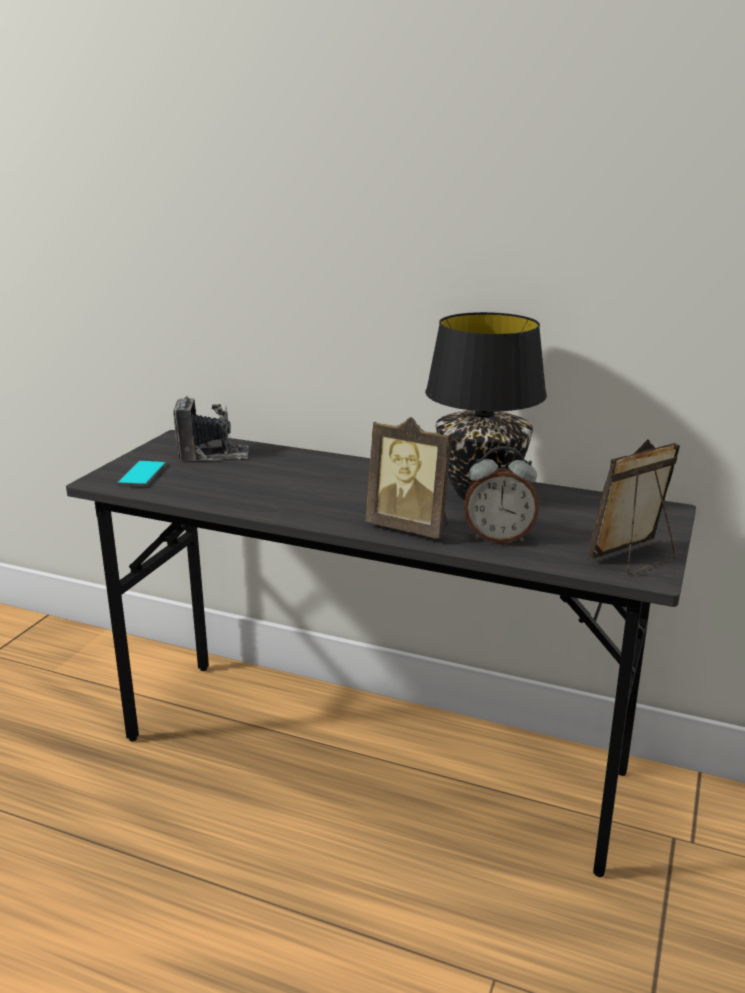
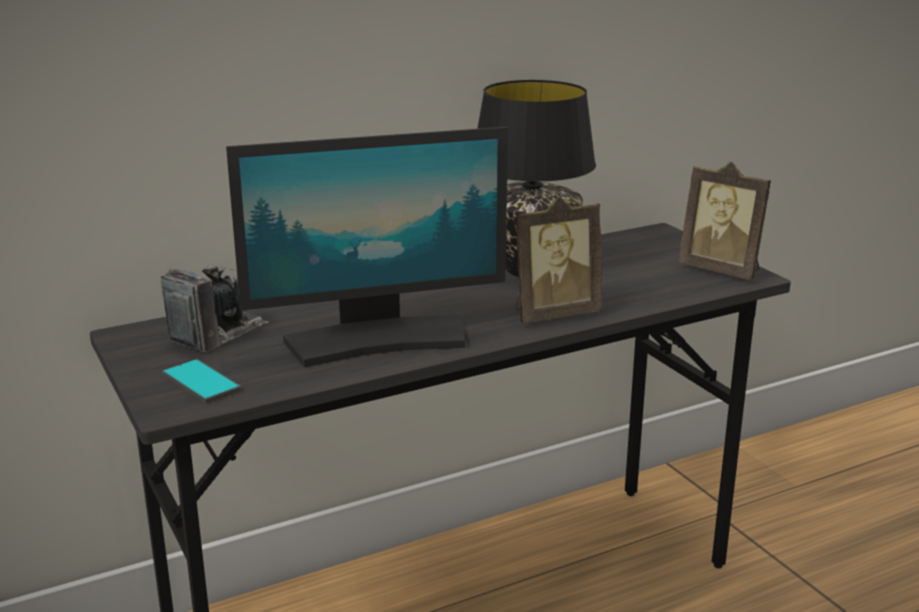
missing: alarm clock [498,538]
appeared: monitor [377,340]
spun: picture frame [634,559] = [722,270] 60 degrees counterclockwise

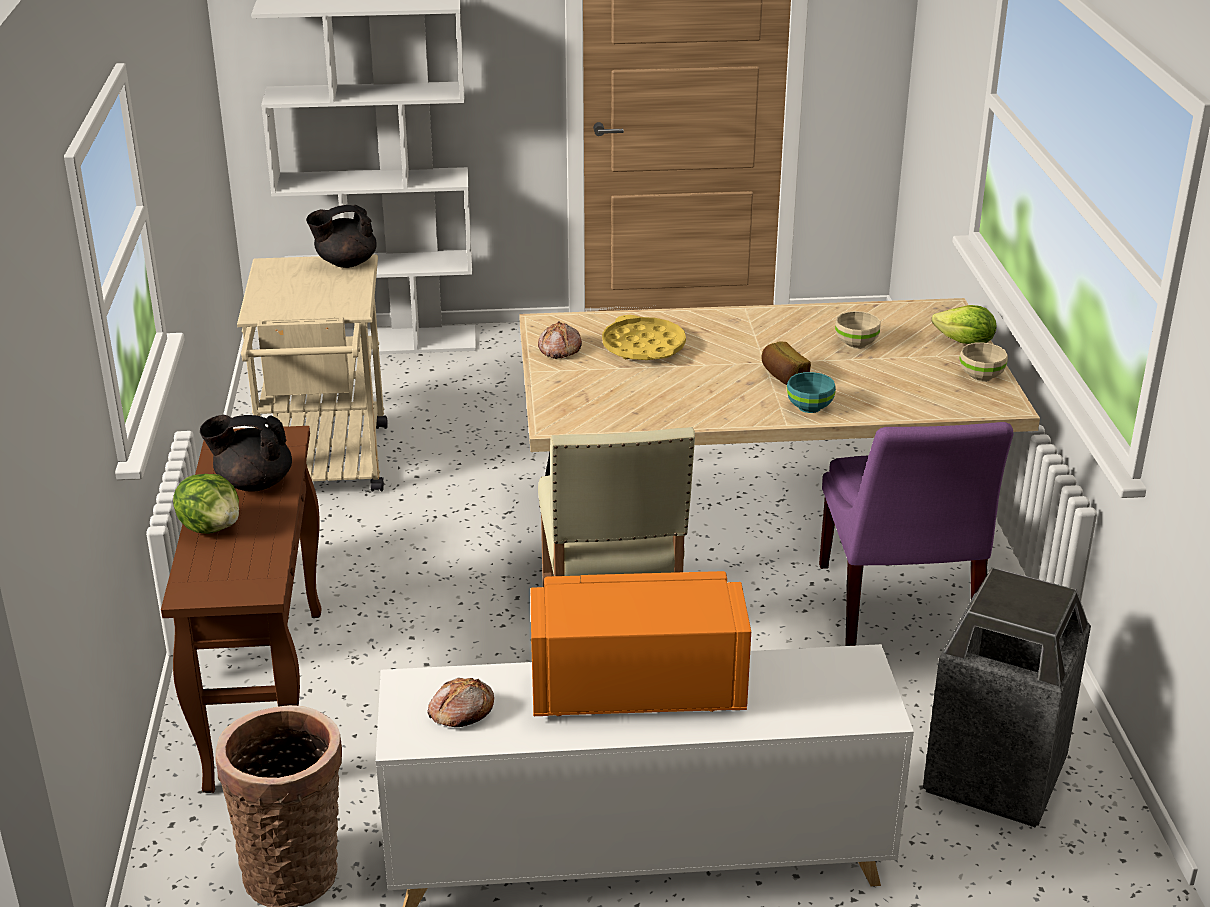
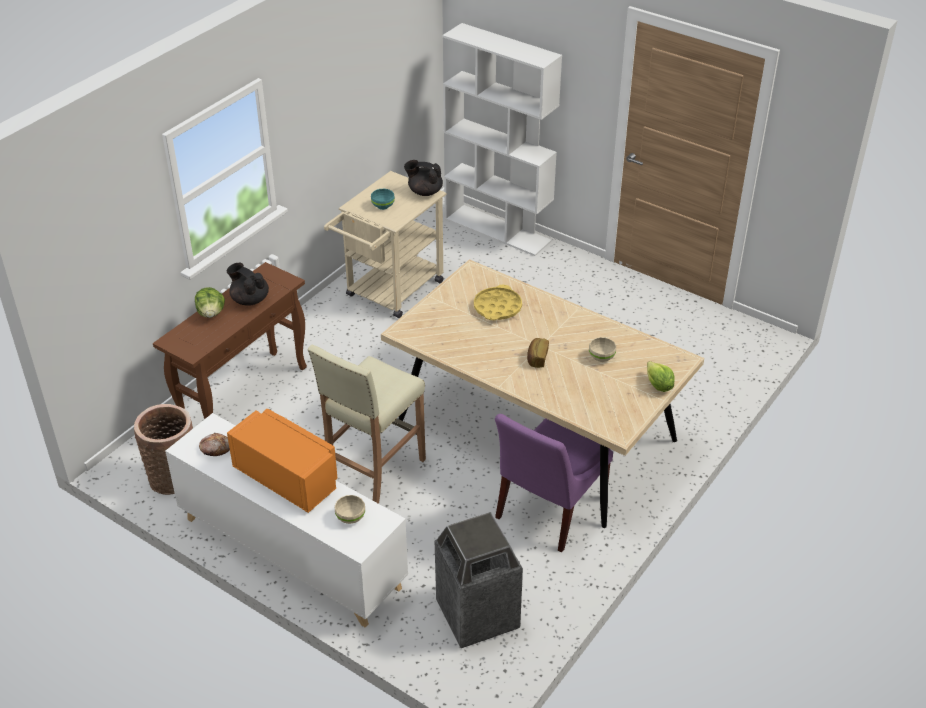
missing: bread [559,349]
relocated: bowl/turquoise [809,407] to [383,206]; bowl/beige [981,376] to [351,517]

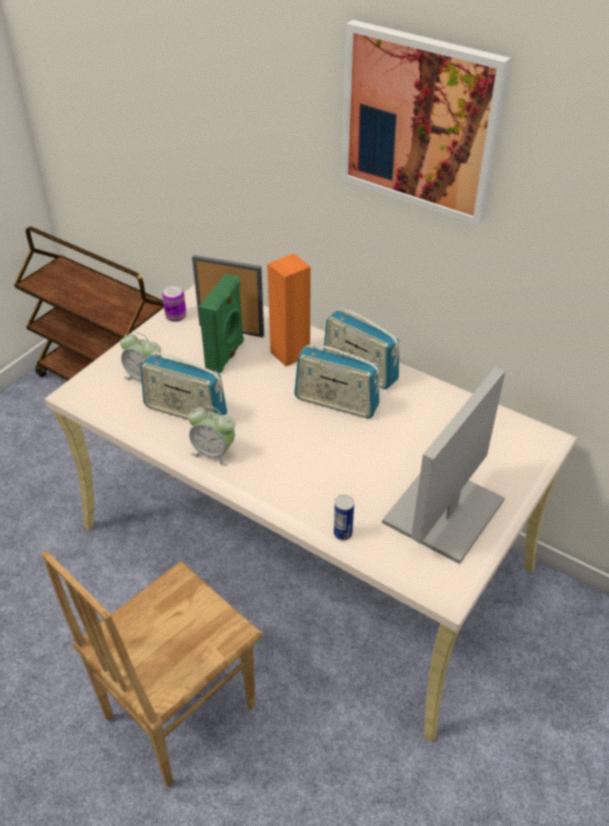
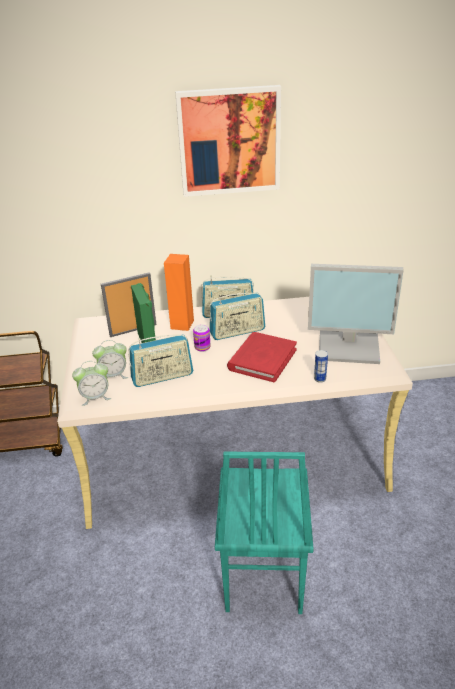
appeared: book/red [262,359]
relocated: can [176,316] to [202,347]; alarm clock [214,452] to [95,397]
colour: chair/brown [178,712] to chair/turquoise [261,575]
spun: monitor [444,514] = [350,346] 75 degrees counterclockwise

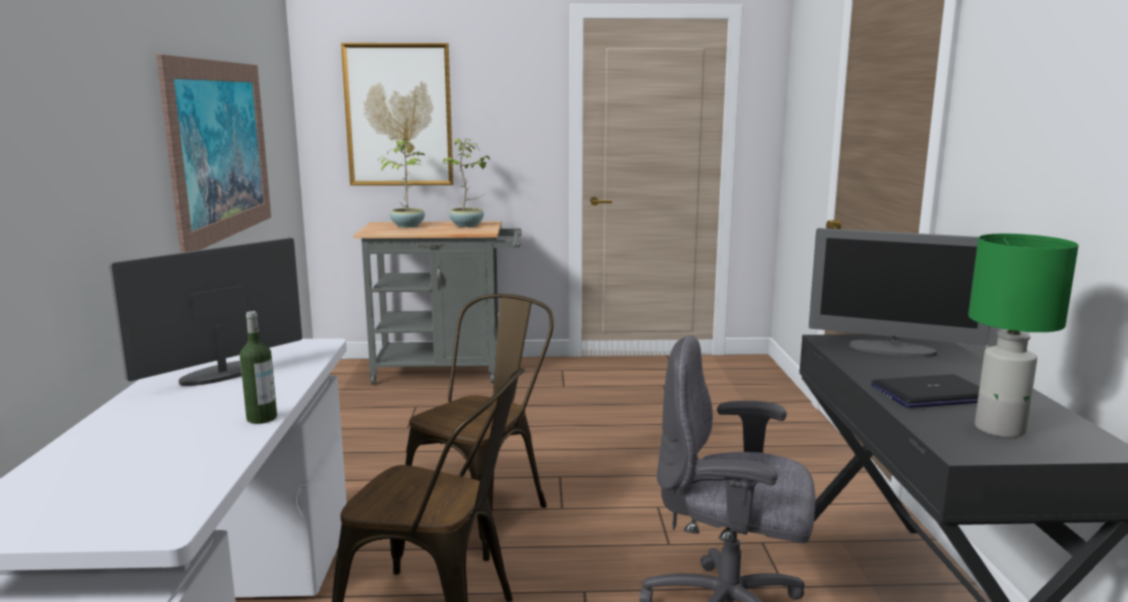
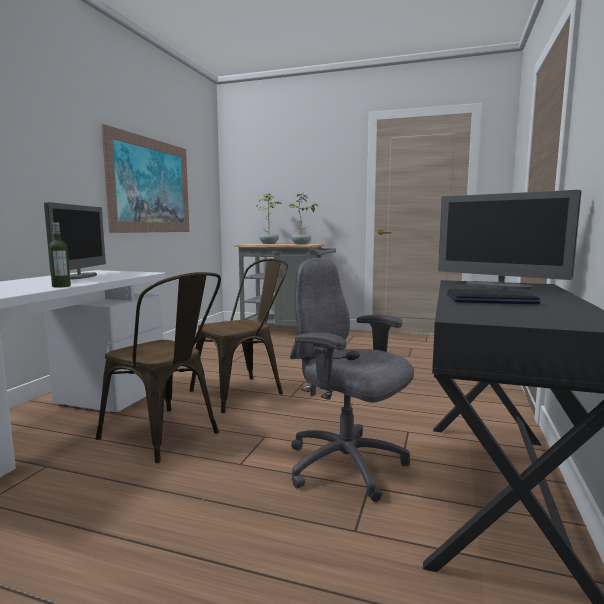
missing: picture [399,115]; table lamp/green [1000,429]
spun: monitor [223,374] = [81,276] 120 degrees clockwise

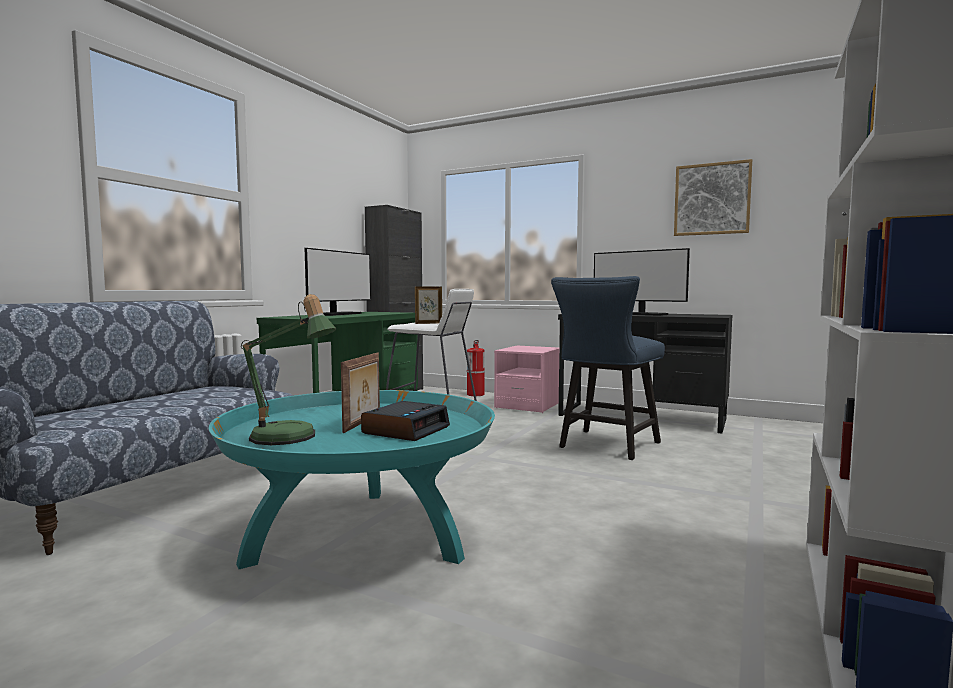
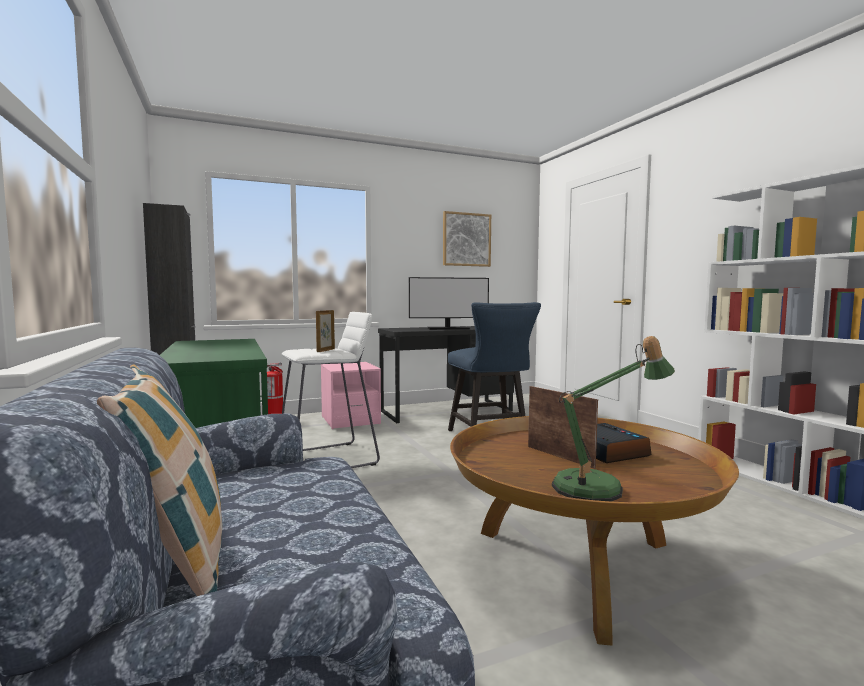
missing: monitor [337,314]
appeared: pillow [174,562]
colour: coffee table/turquoise [361,535] to coffee table/brown [579,565]

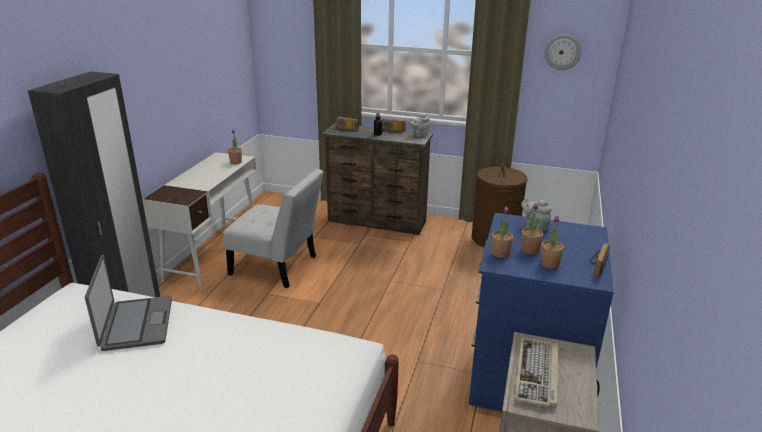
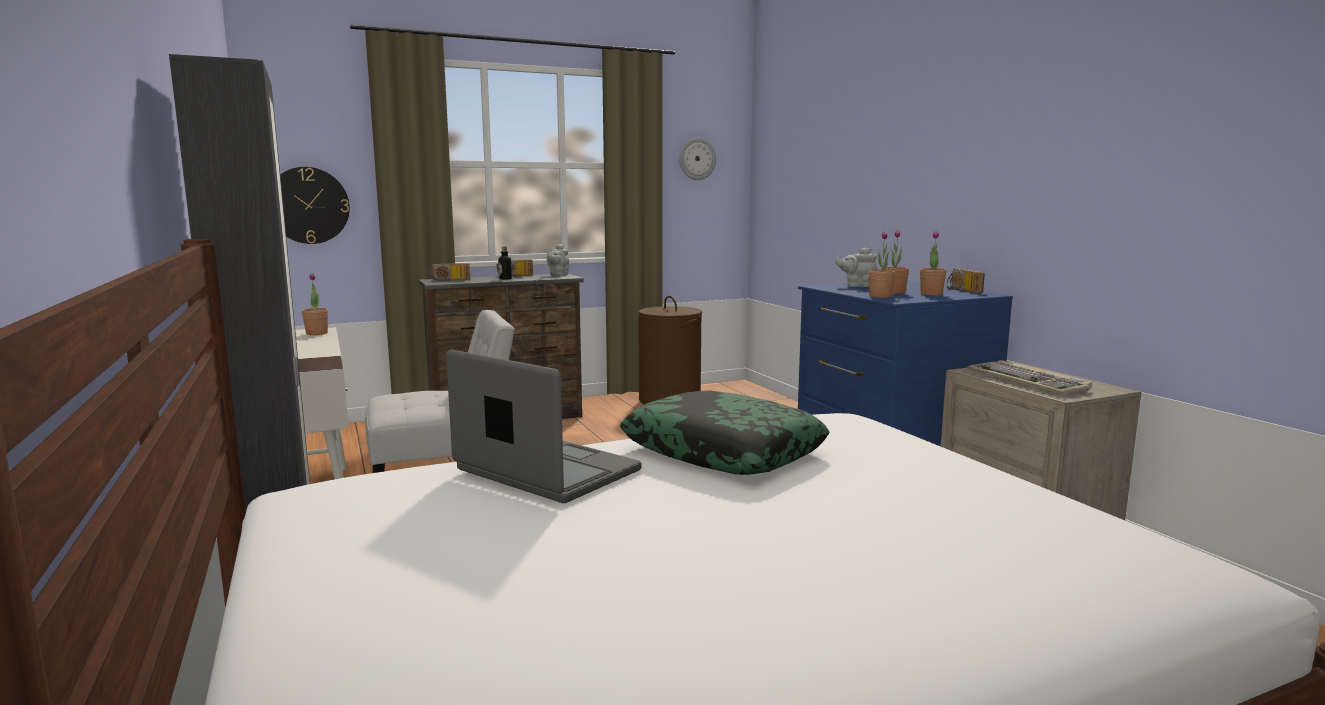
appeared: wall clock [308,205]; pillow [721,451]

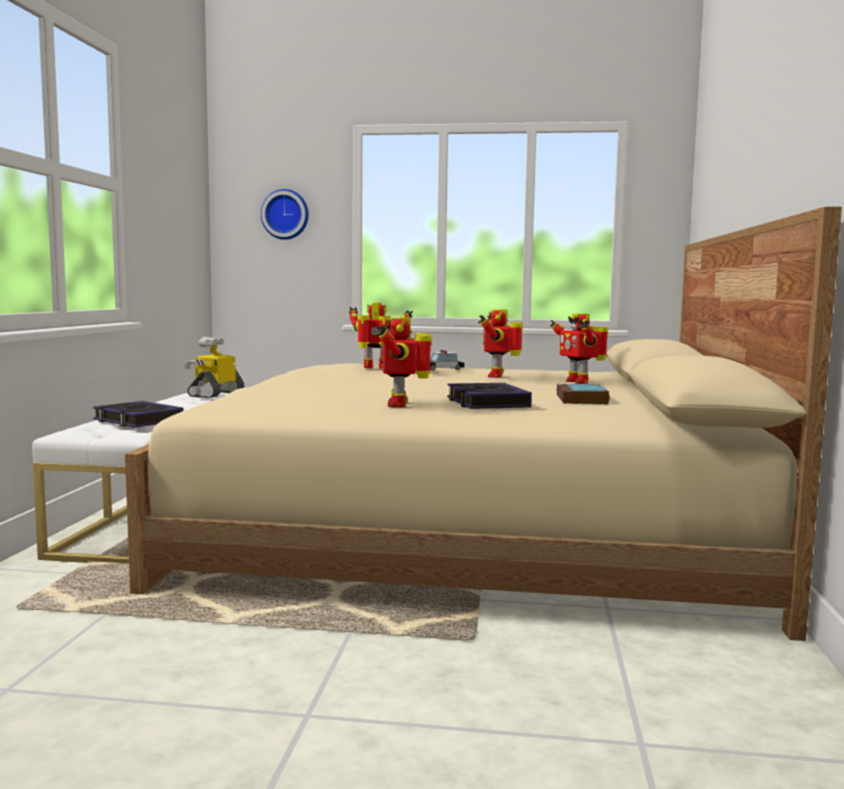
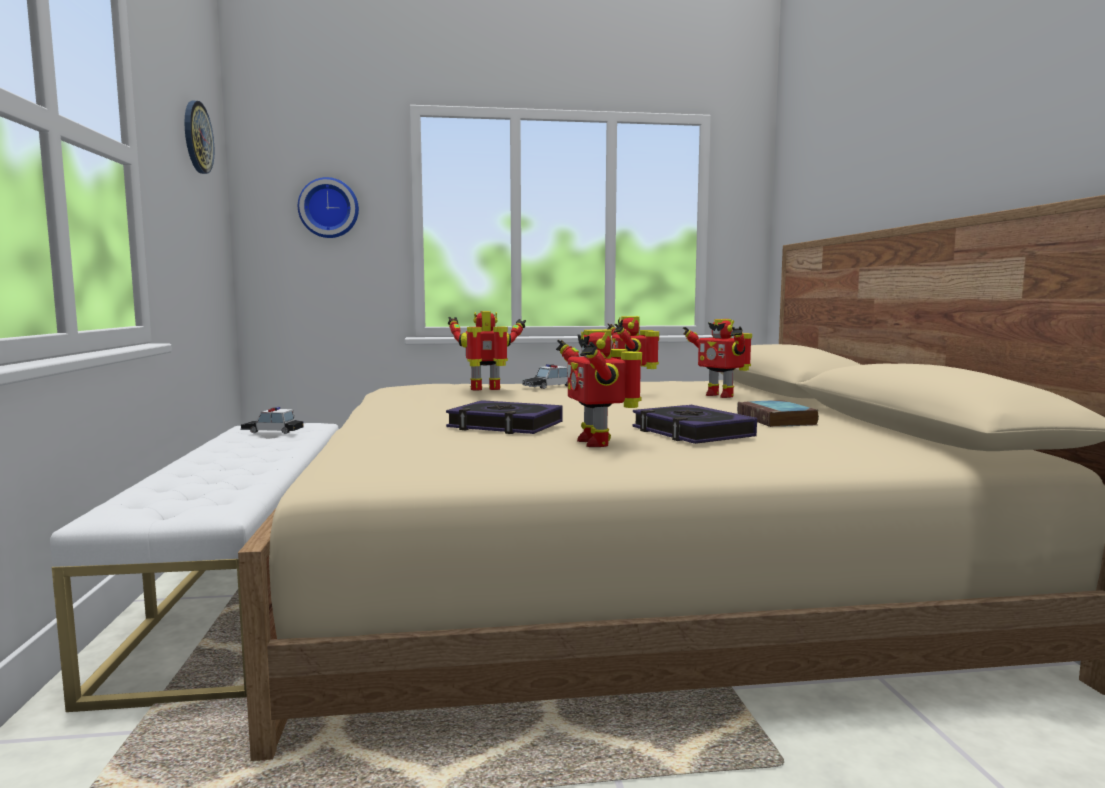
appeared: wall clock [197,137]
relocated: book [138,420] to [505,425]
exchanged: toy robot [215,394] to toy car [272,431]

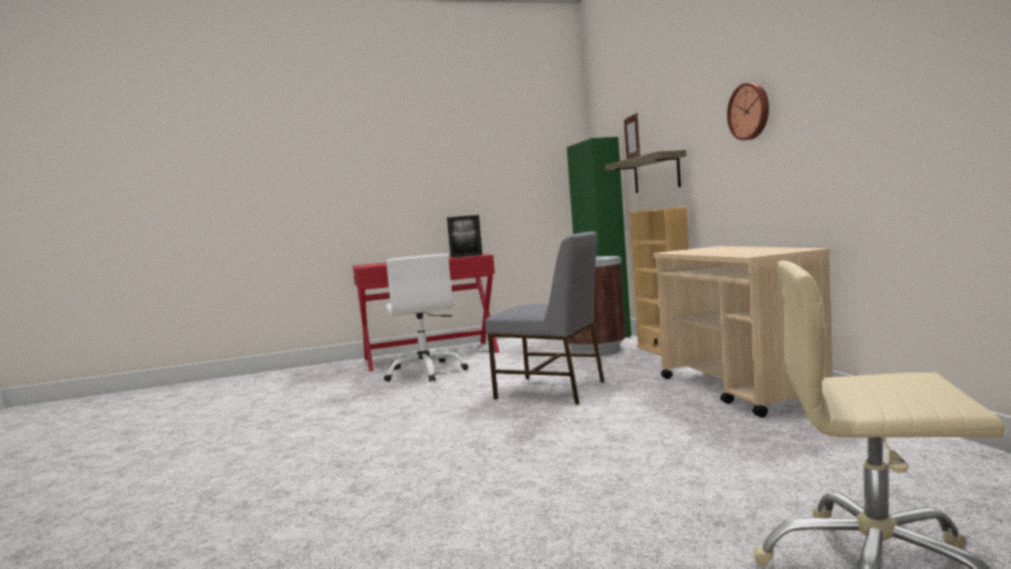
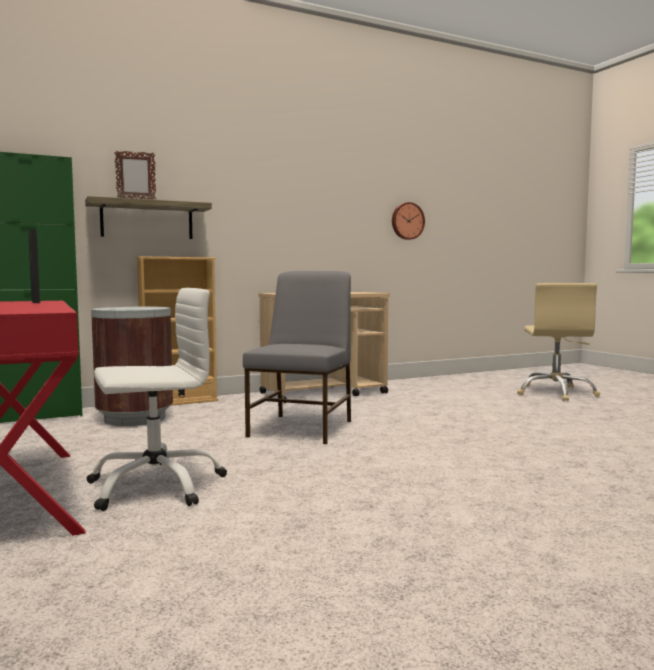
relocated: wall clock [750,111] to [407,221]

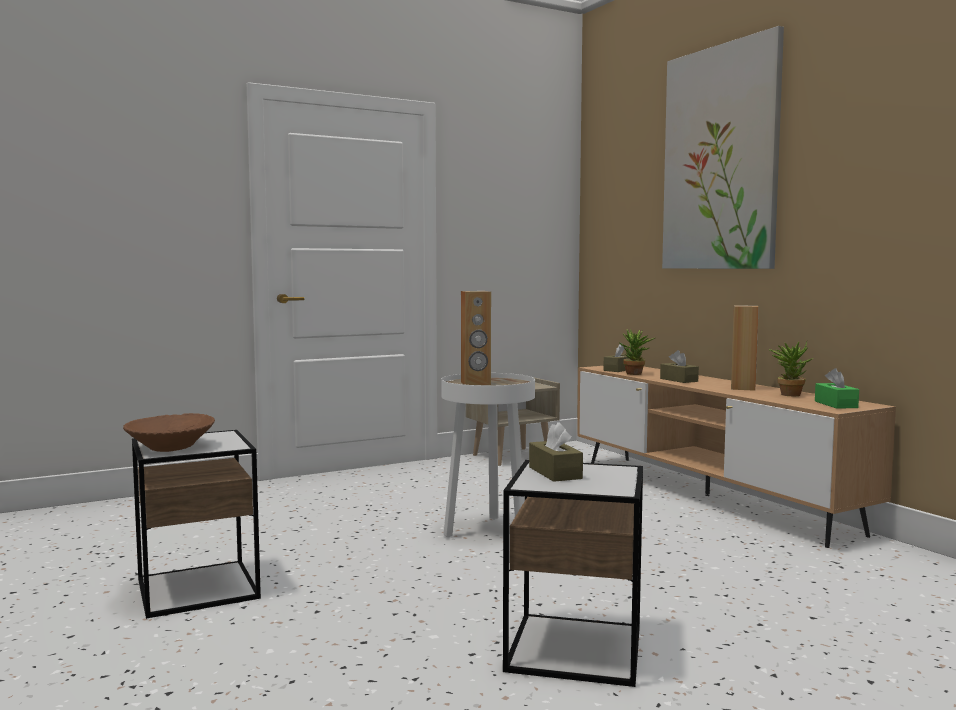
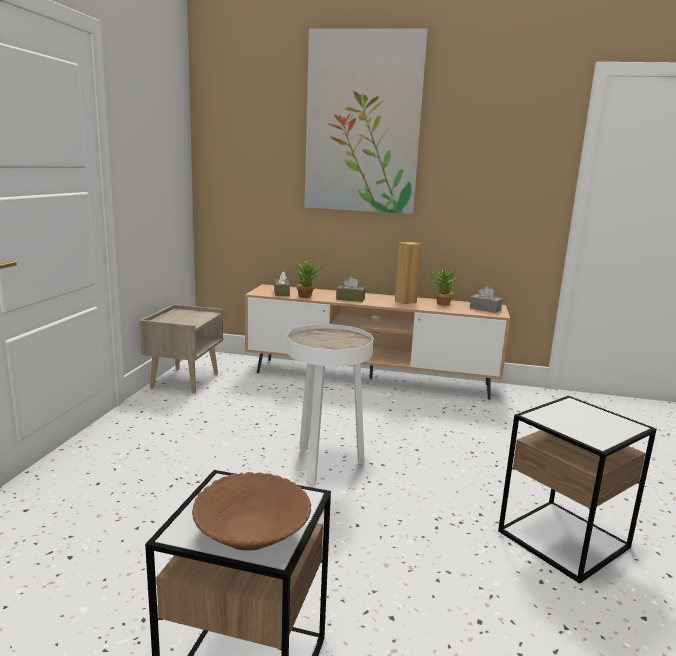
missing: speaker/brown [475,383]; tissue box/brown [555,473]
colour: tissue box/green [835,404] to tissue box/grey [485,309]

